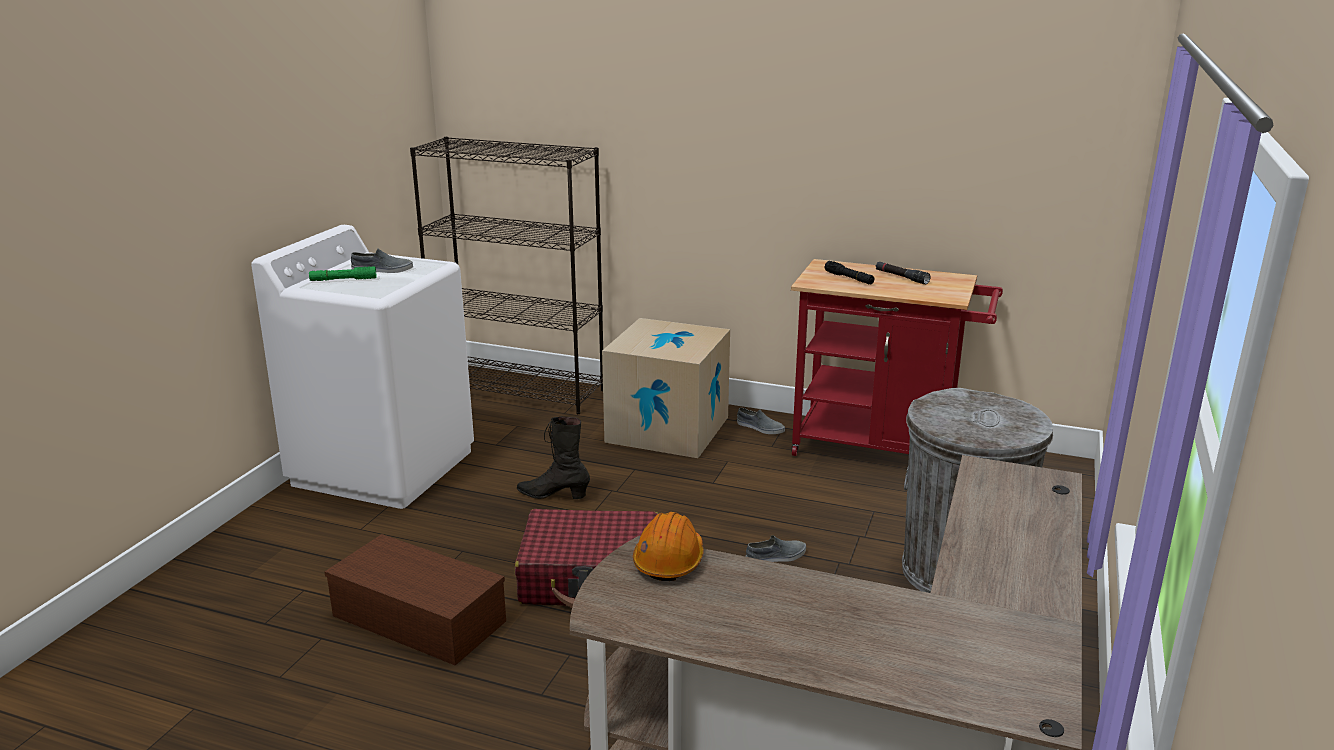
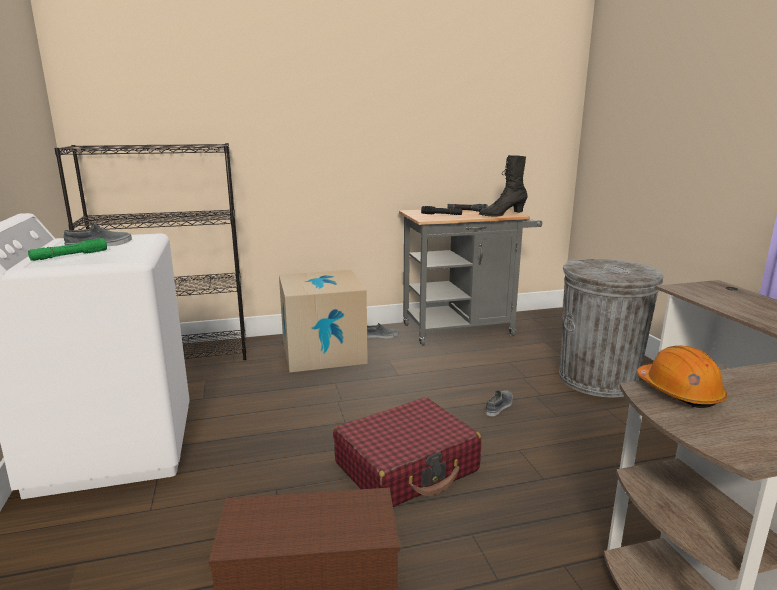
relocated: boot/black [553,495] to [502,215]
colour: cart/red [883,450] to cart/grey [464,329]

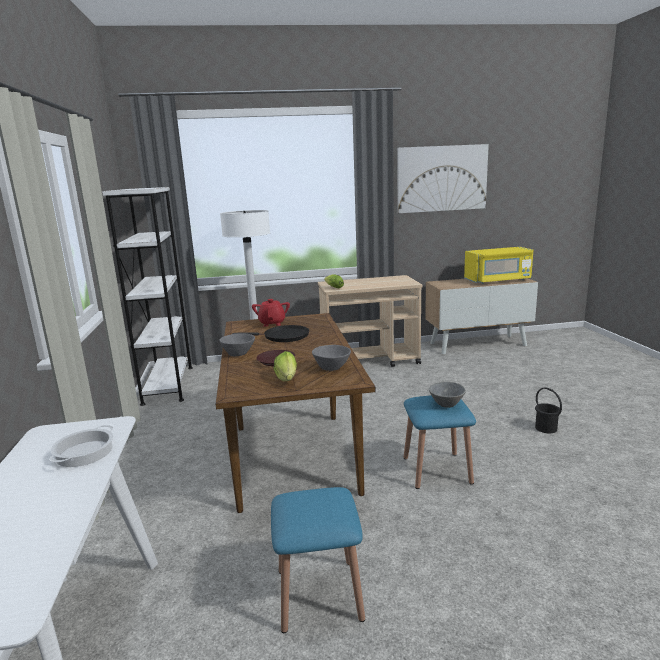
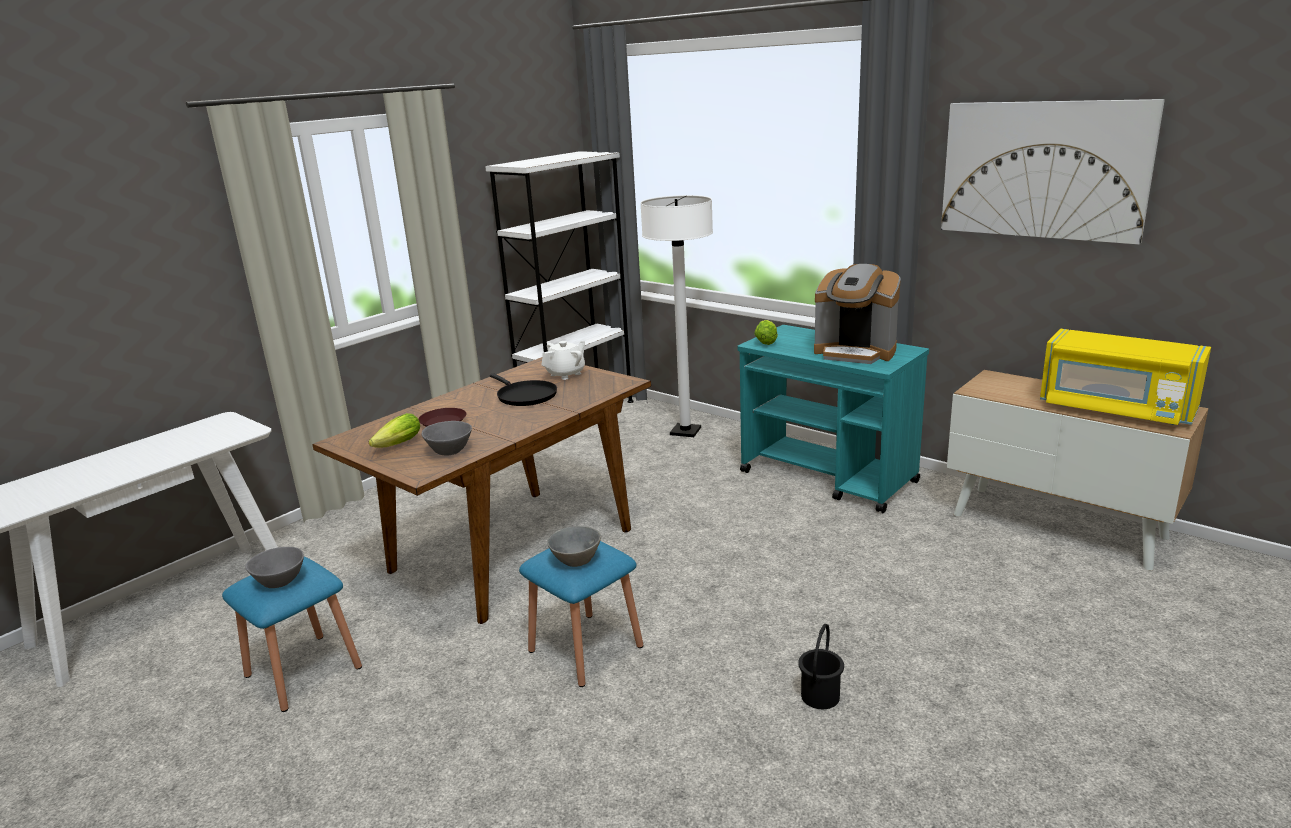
missing: cooking pot [85,453]
appeared: coffee machine [855,352]
relocated: bowl/grey [239,354] to [280,582]
colour: teapot/red [272,323] to teapot/white [566,374]; cart/beige [370,361] to cart/turquoise [829,477]

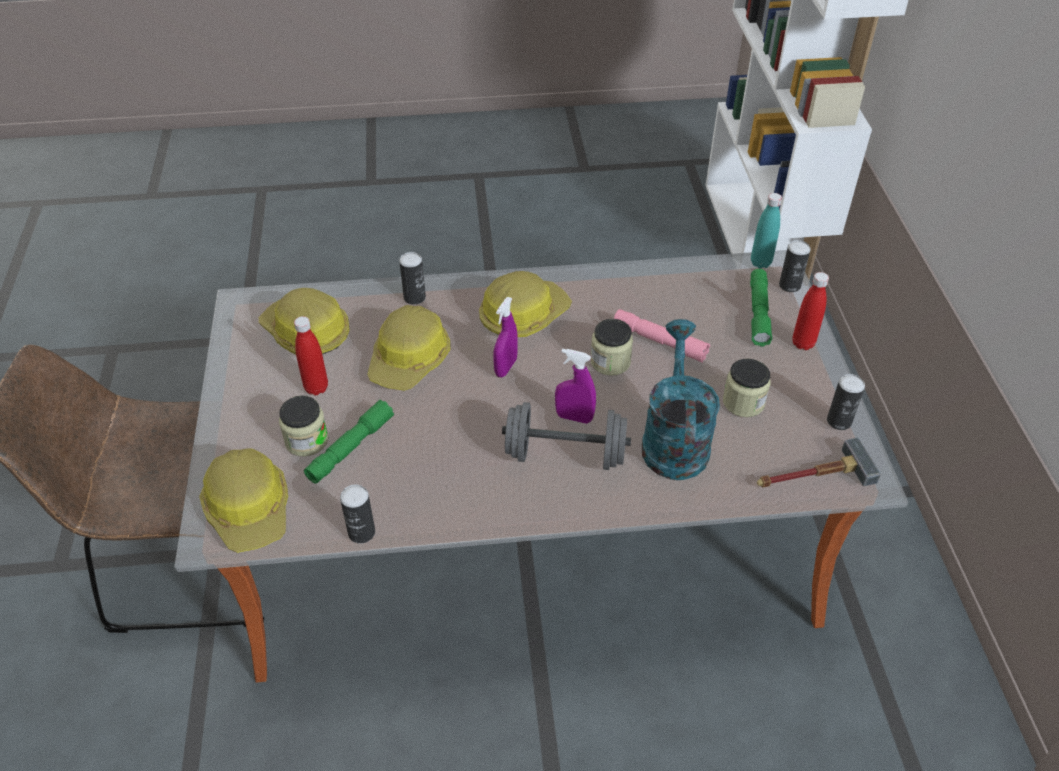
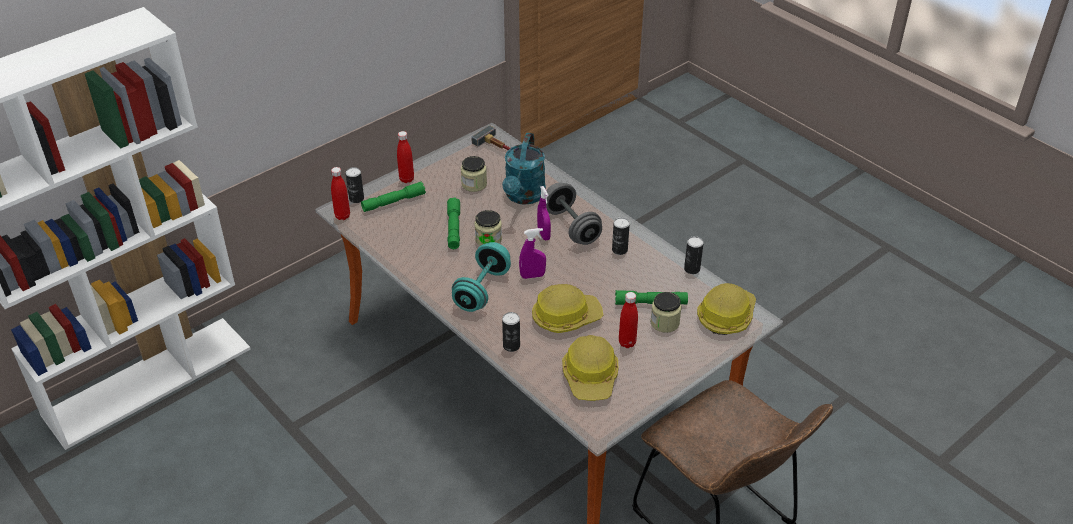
relocated: can [839,421] to [619,250]
exchanged: hard hat [523,315] to dumbbell/turquoise [482,290]
colour: flashlight/pink [659,341] to flashlight/green [454,228]; bottle/turquoise [760,263] to bottle/red [342,216]
spun: watering can/turquoise [674,439] = [524,197] 45 degrees counterclockwise

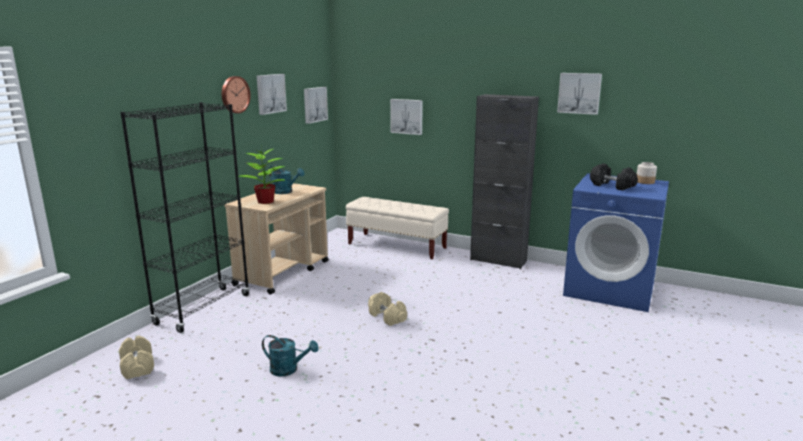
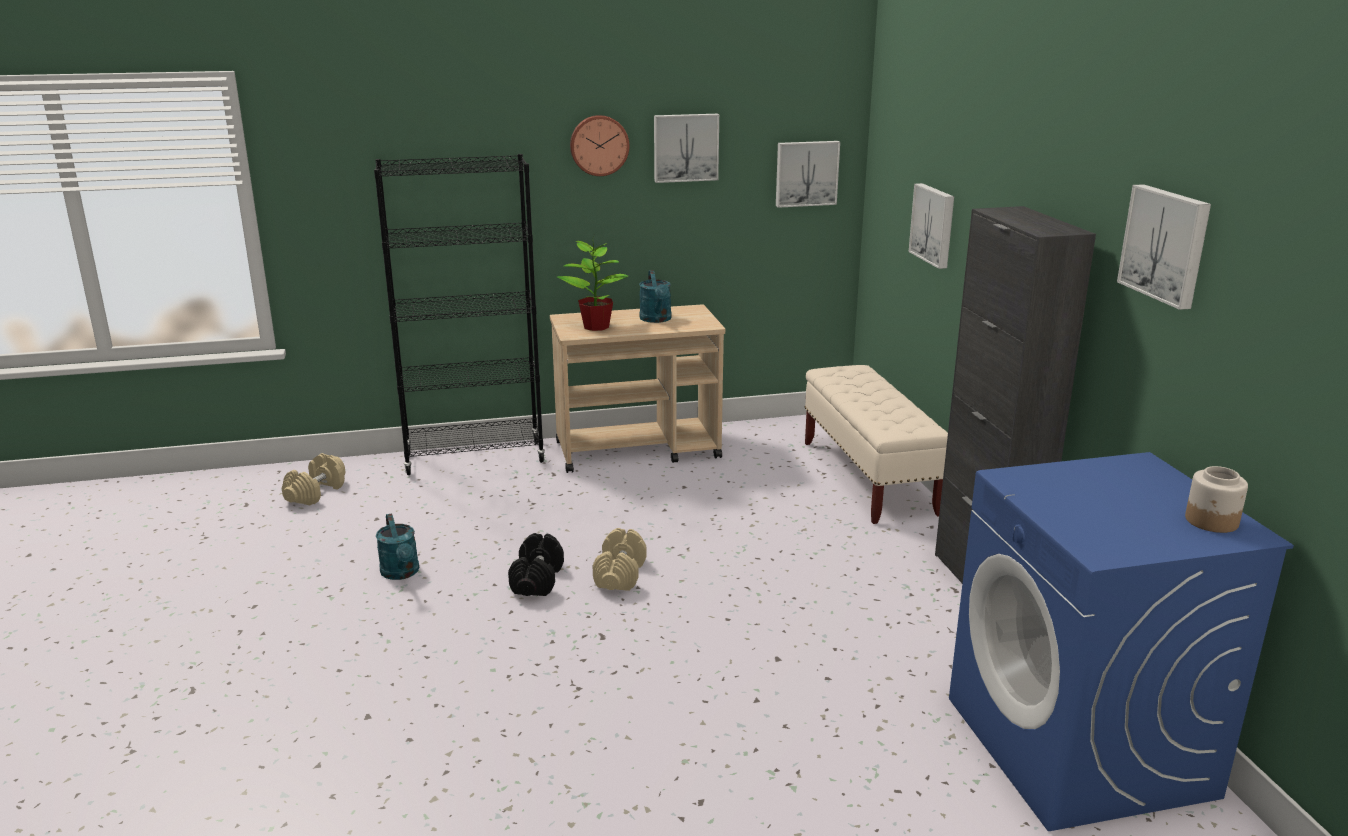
relocated: dumbbell/black [612,186] to [537,580]

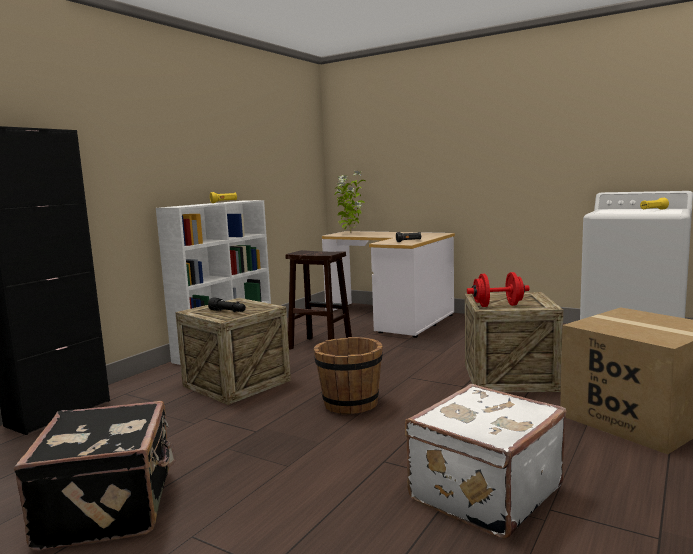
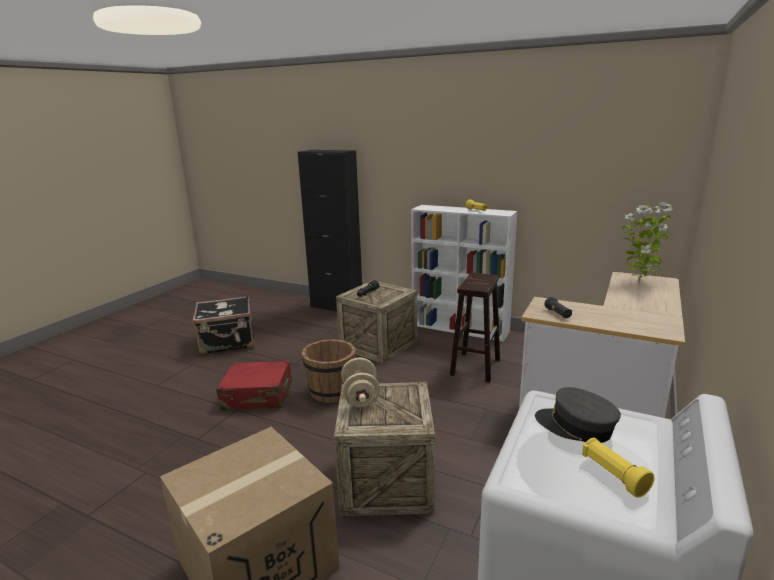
missing: suitcase/white [482,492]
appeared: suitcase/red [258,396]; cap/grey [575,427]
colour: dumbbell/red [497,305] to dumbbell/beige [360,397]

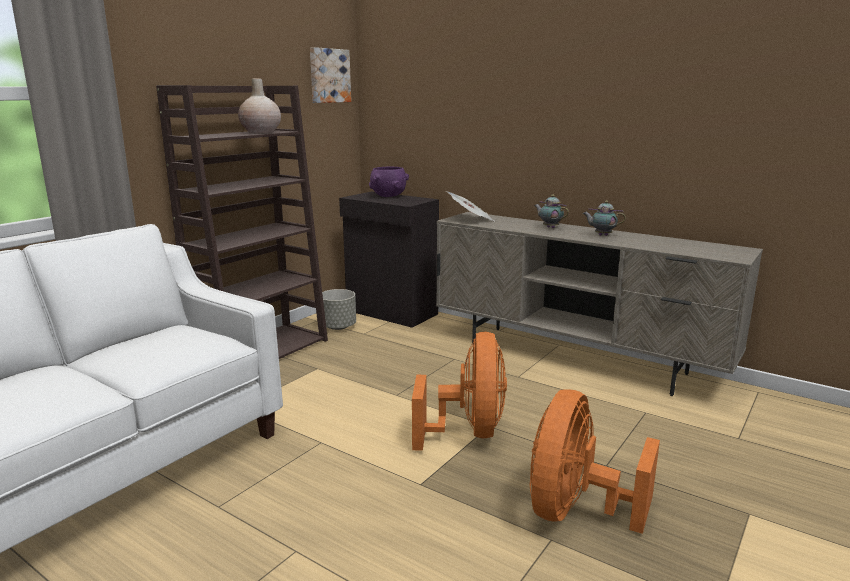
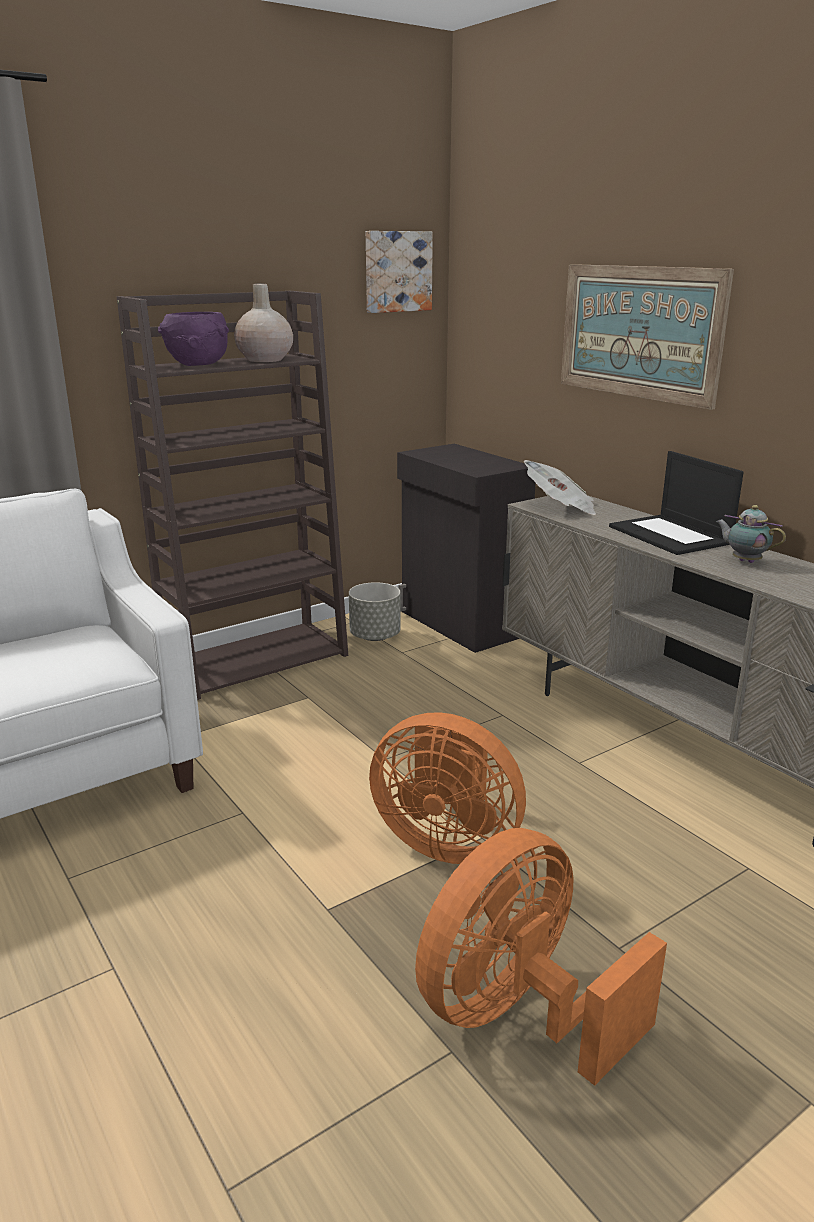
appeared: picture [639,332]
relocated: bowl/purple [388,196] to [198,365]
exchanged: teapot [549,227] to laptop [671,535]
spun: fan/orange [469,432] = [446,841] 90 degrees clockwise

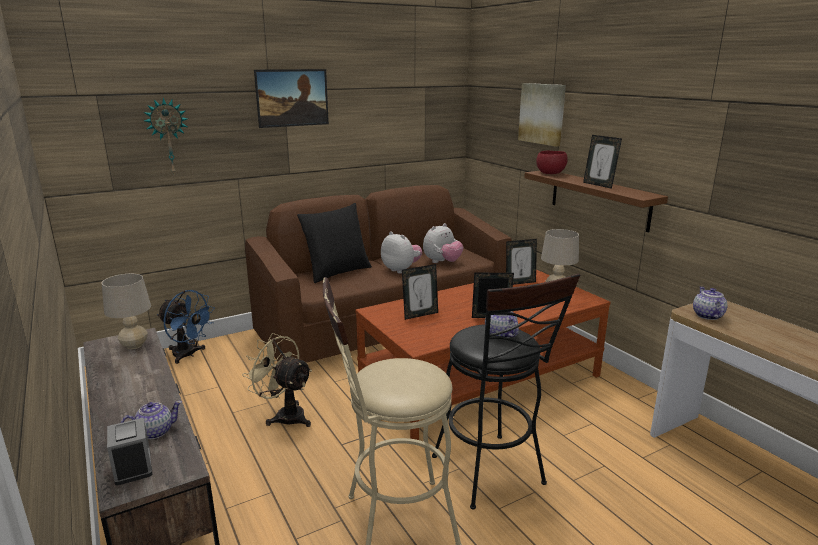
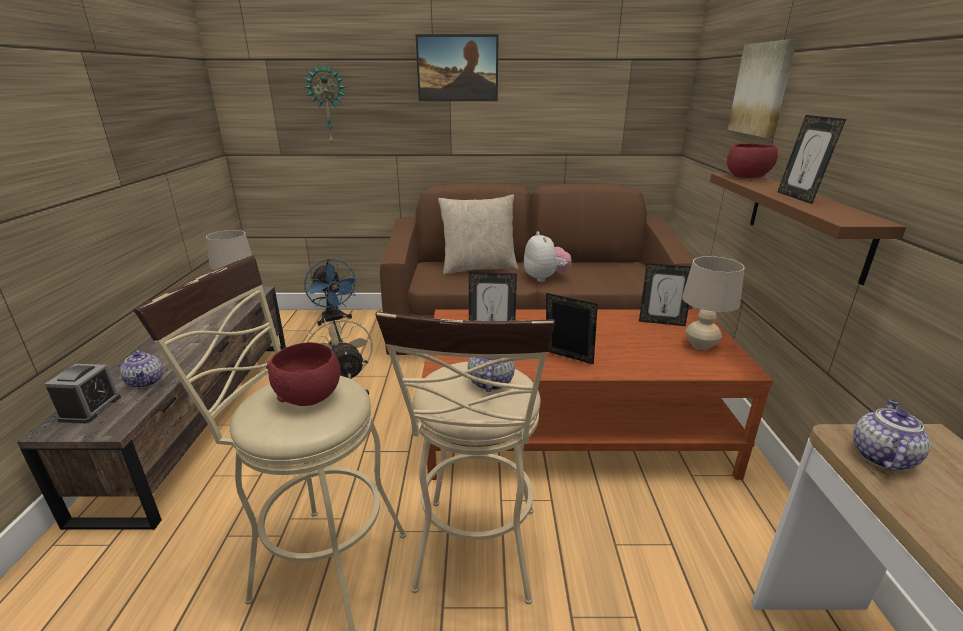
missing: plush toy [442,262]
appeared: bowl/red [310,397]
colour: pillow/black [337,272] to pillow/beige [478,268]; stool/black [493,475] to stool/beige [476,558]
spun: teapot [154,432] = [146,381] 60 degrees clockwise

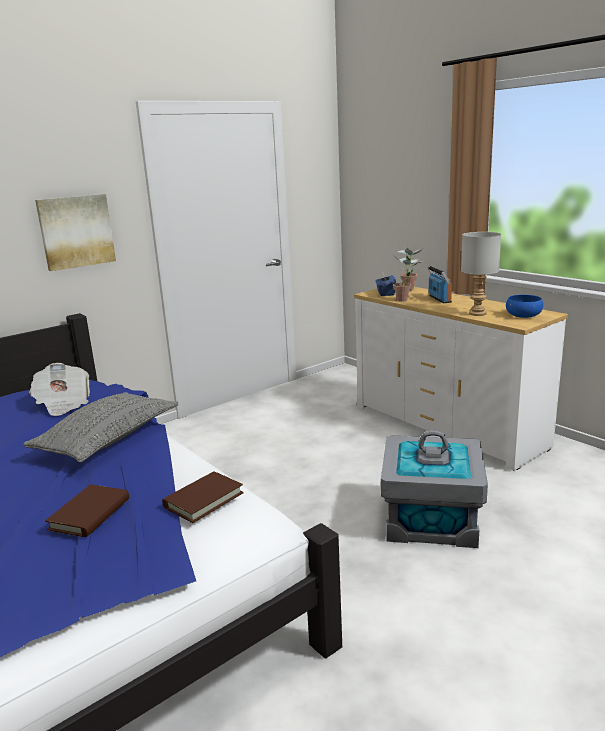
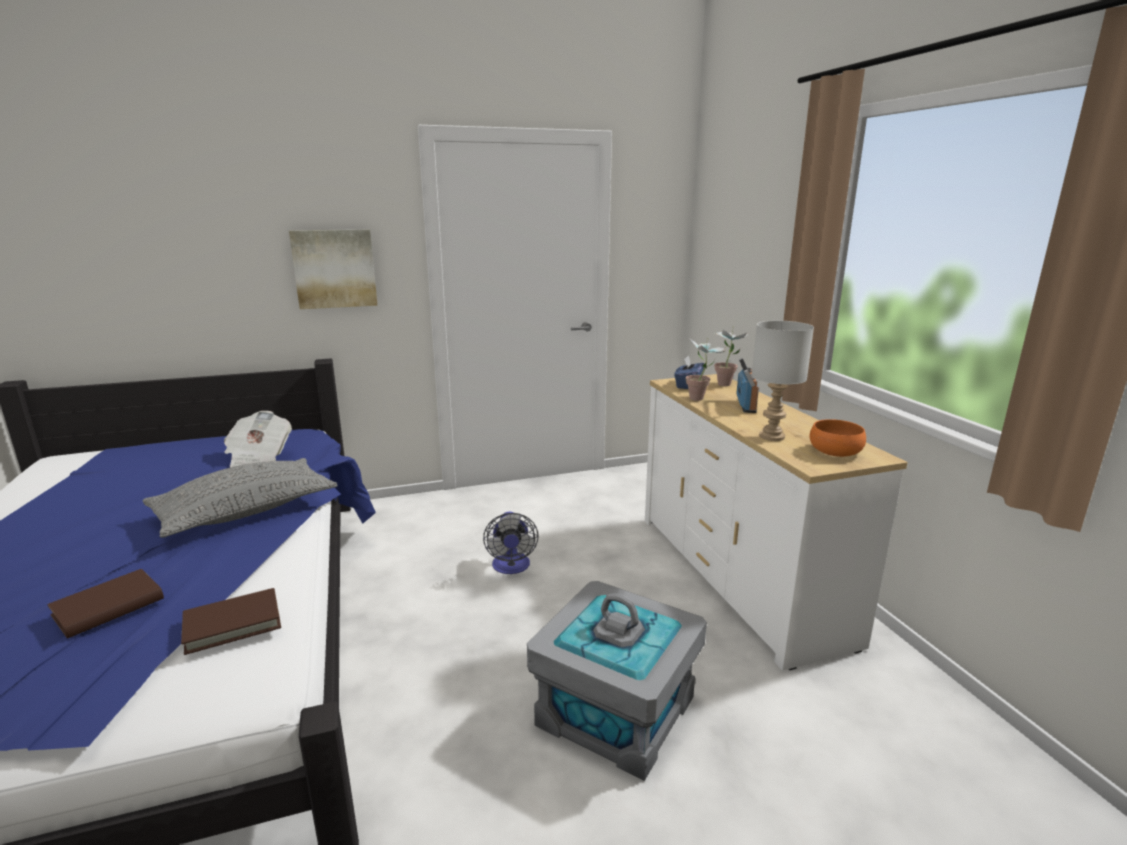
appeared: fan [511,567]
colour: bowl/blue [523,315] to bowl/orange [835,451]

